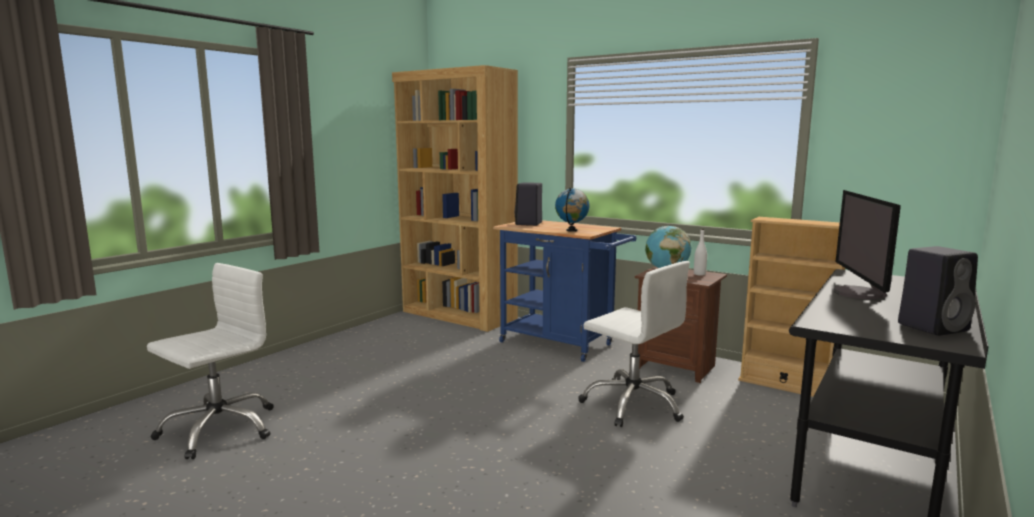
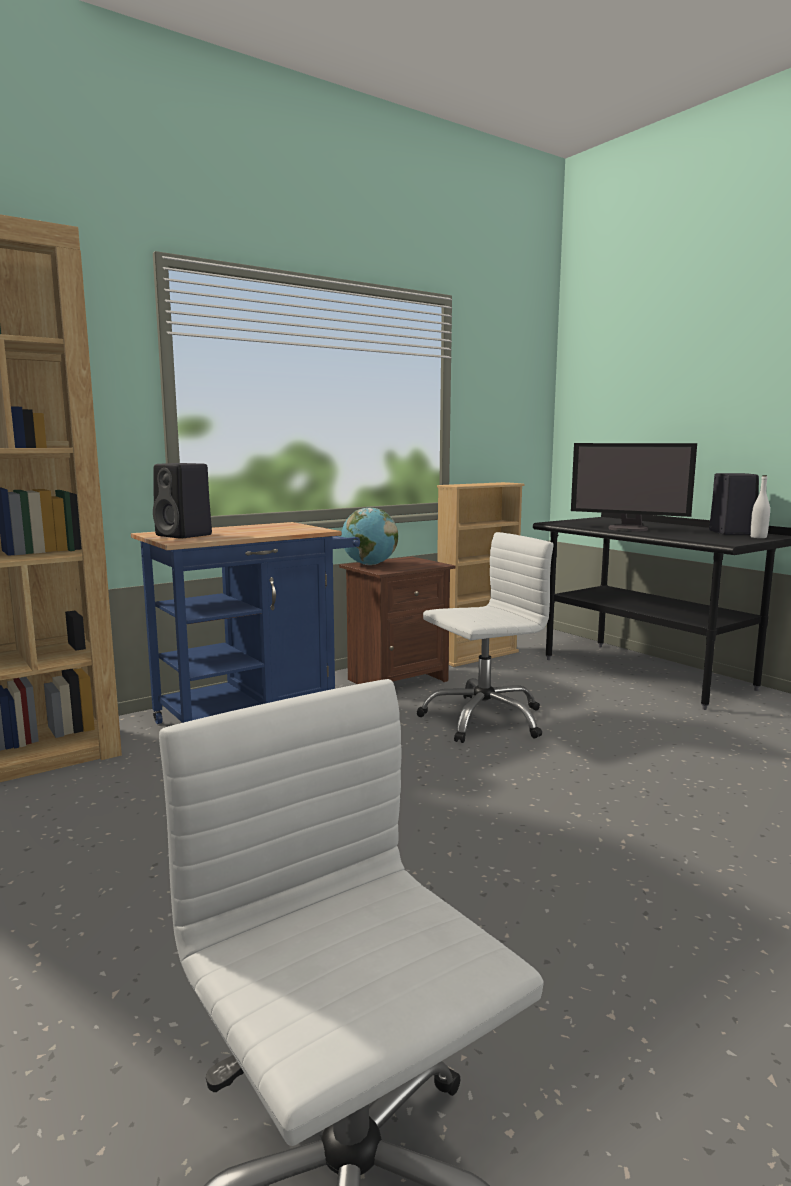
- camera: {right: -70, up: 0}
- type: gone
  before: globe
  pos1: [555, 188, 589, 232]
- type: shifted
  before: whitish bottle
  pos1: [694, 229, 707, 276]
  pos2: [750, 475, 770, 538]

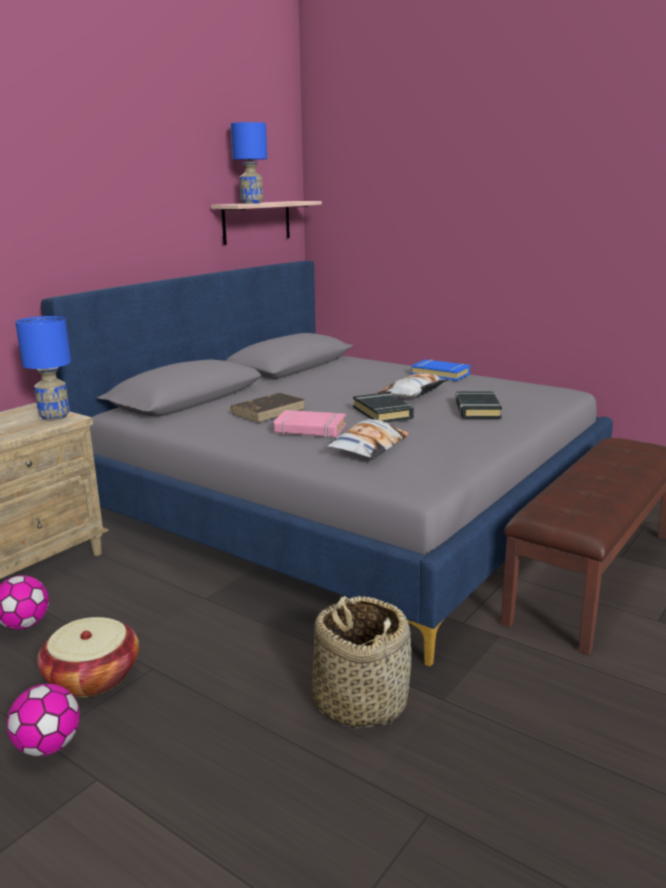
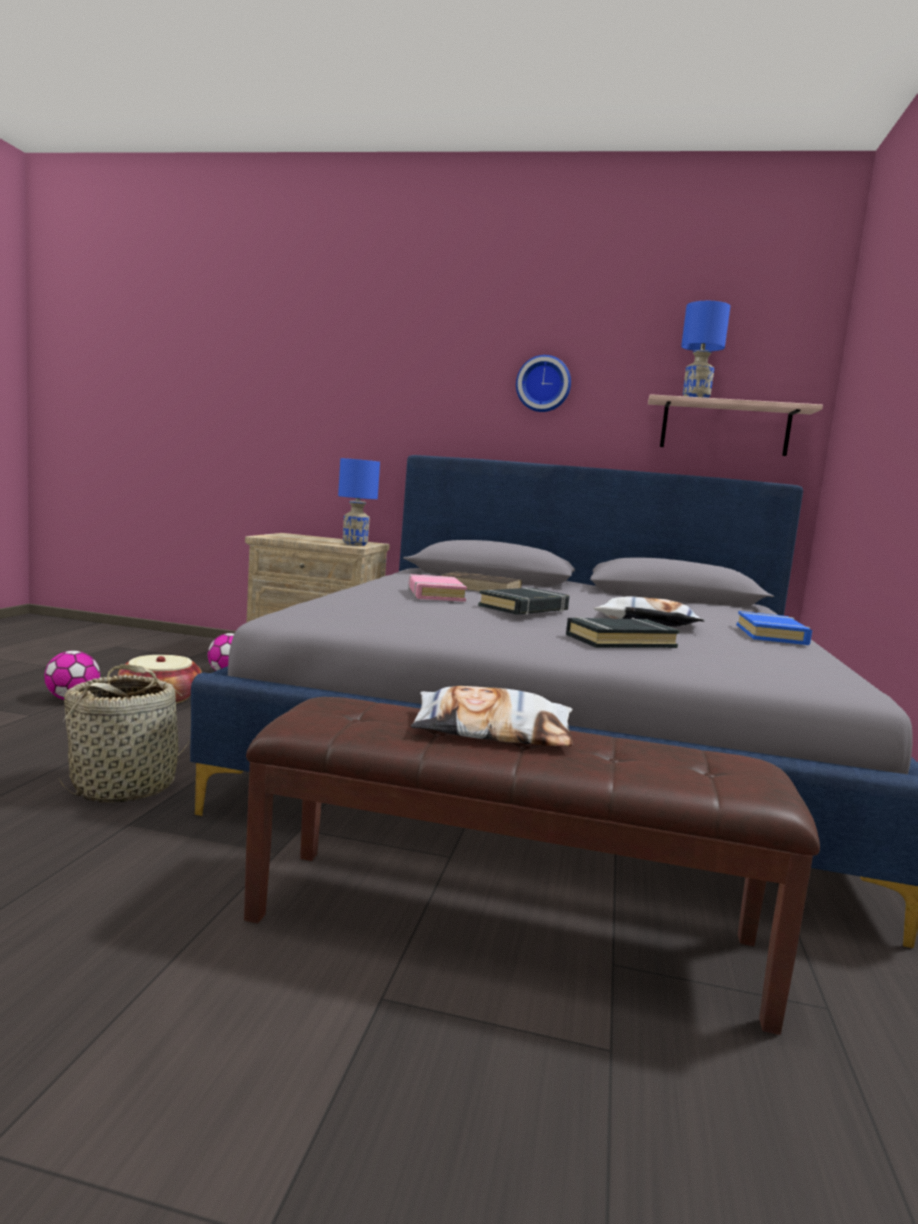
- camera: {right: 65, up: -10}
- type: new
  after: clock on the wall
  pos2: [516, 355, 571, 412]
- type: shifted
  before: pillow
  pos1: [327, 419, 410, 459]
  pos2: [411, 686, 574, 746]

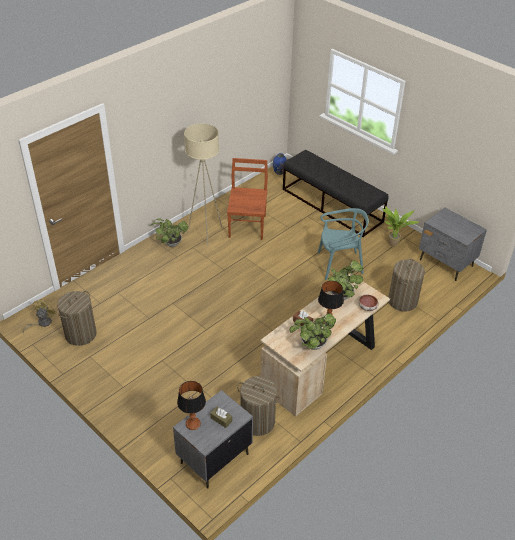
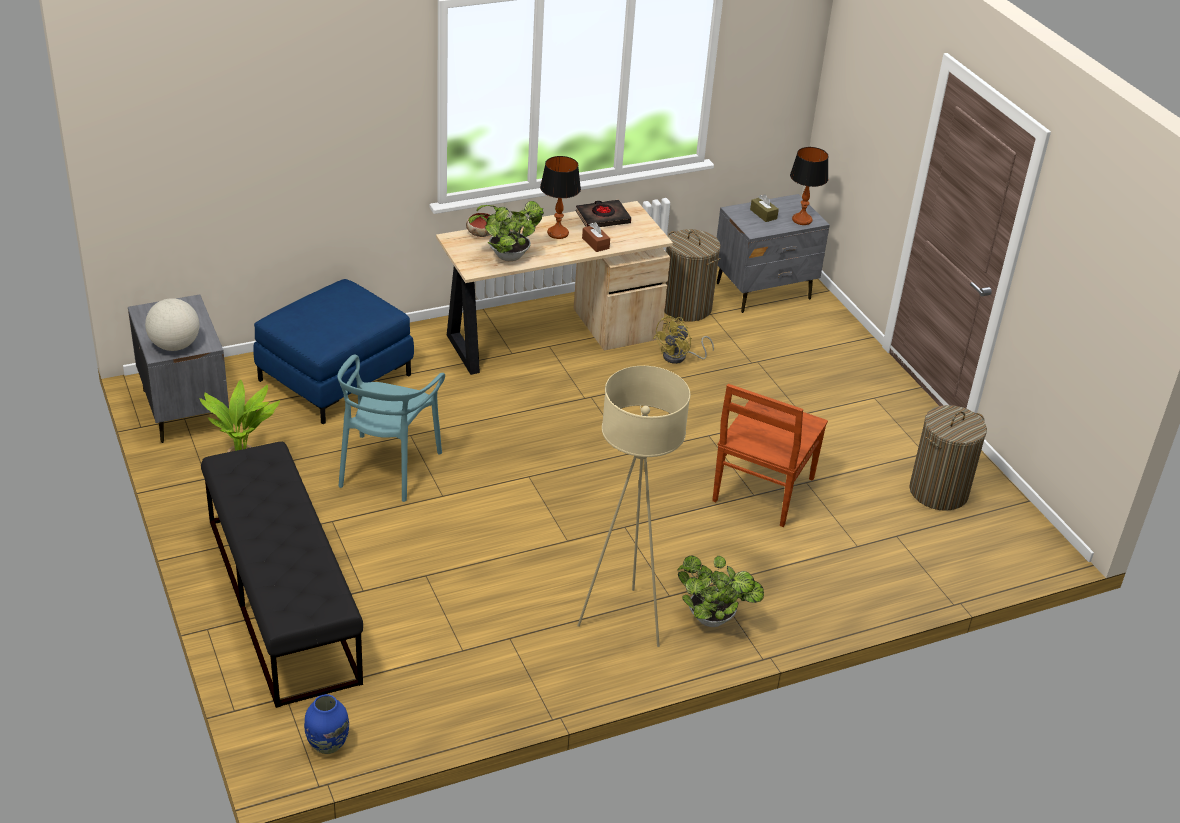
- camera: {right: -160, up: -5}
- type: new
  after: globe
  pos2: [145, 298, 199, 351]
- type: shifted
  before: yellow electric fan
  pos1: [23, 299, 57, 334]
  pos2: [653, 316, 714, 364]
- type: shifted
  before: brown-coloured upright chair
  pos1: [227, 158, 268, 240]
  pos2: [712, 384, 828, 527]
- type: swapped
  before: plant in a pot
  after: black book
  pos1: [289, 313, 336, 350]
  pos2: [576, 200, 631, 227]
- type: swapped
  before: laundry basket
  after: bluish footrest
  pos1: [388, 259, 425, 312]
  pos2: [253, 279, 414, 424]
- type: rotated
  before: blue-green upright chair
  pos1: [318, 208, 369, 280]
  pos2: [337, 354, 445, 502]
  turn: -90

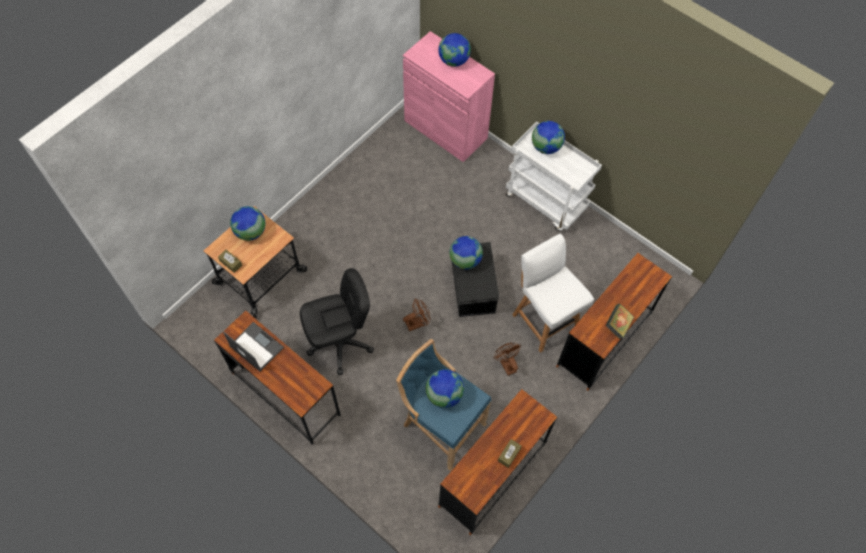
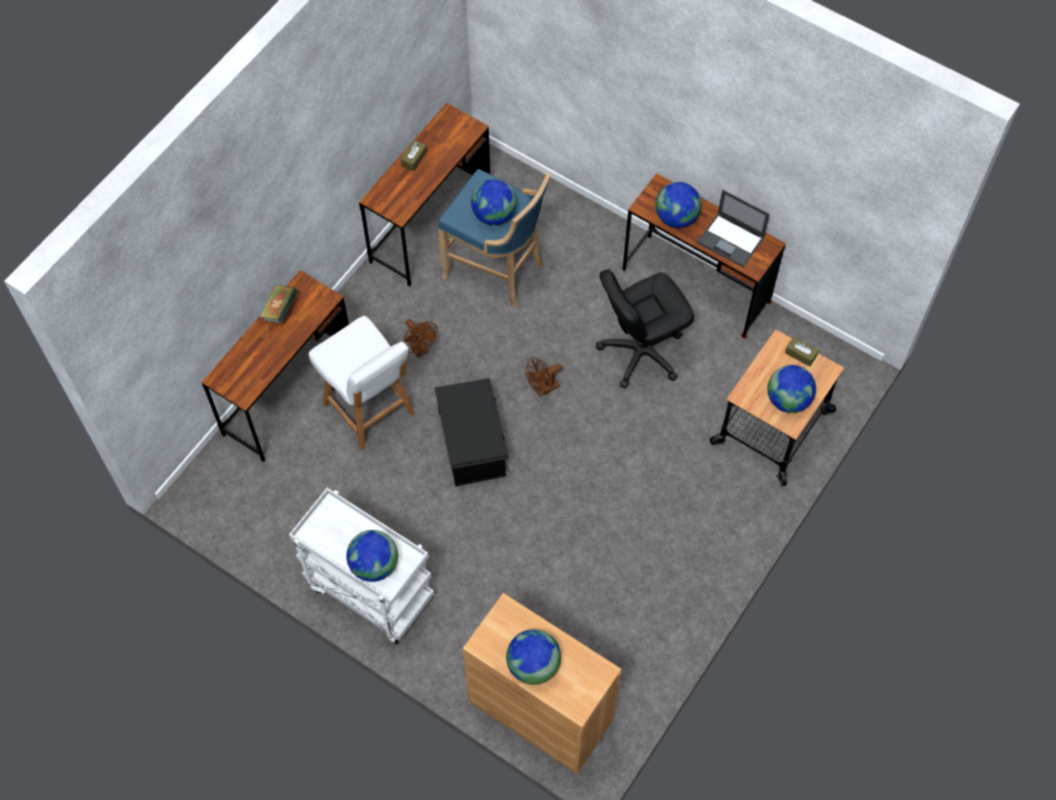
- camera: {right: 175, up: 0}
- type: shifted
  before: globe
  pos1: [449, 236, 483, 269]
  pos2: [655, 182, 702, 228]
- type: repainted
  before: pink-coloured cabinet
  after: brown-coloured cabinet
  pos1: [403, 31, 495, 162]
  pos2: [463, 593, 622, 774]

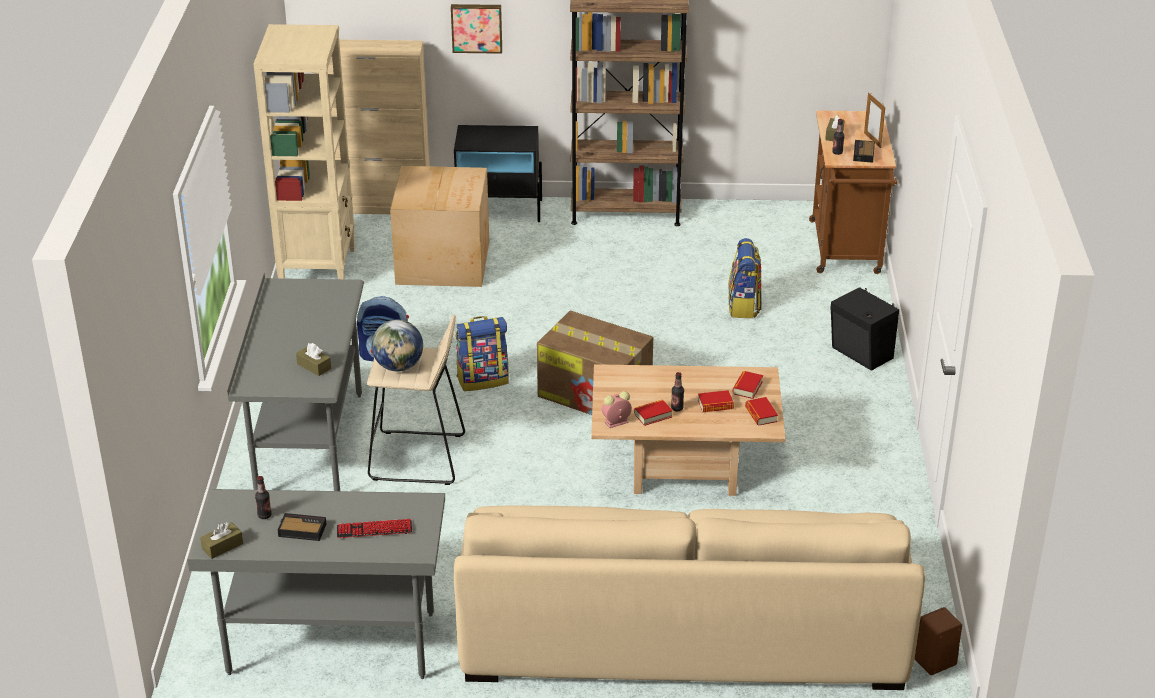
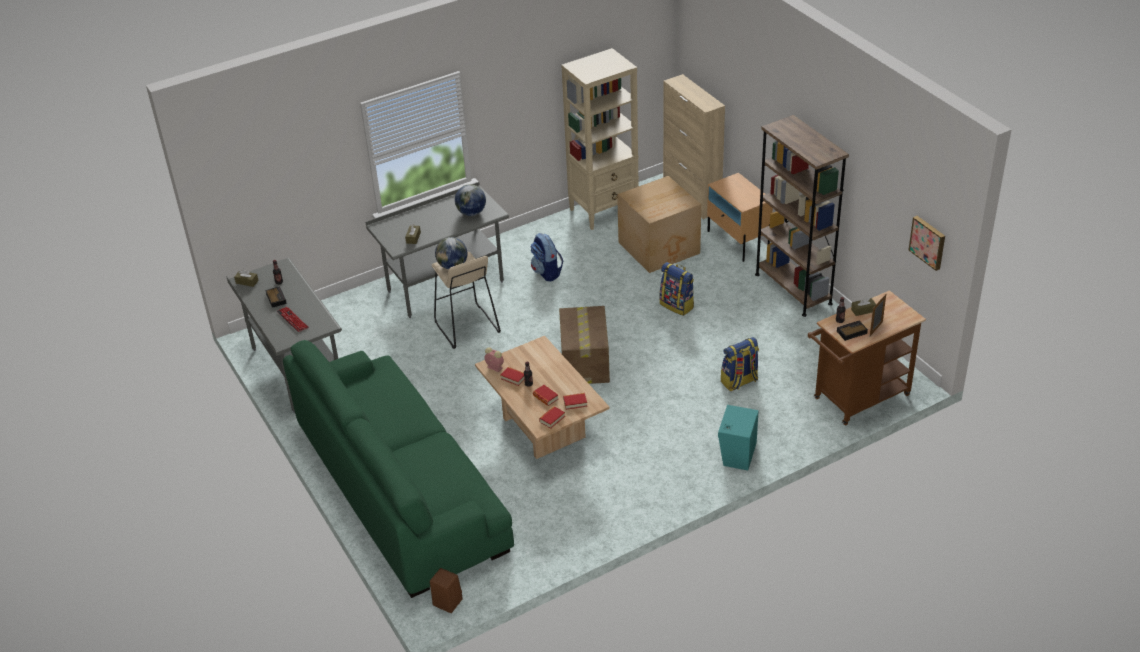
- camera: {right: 60, up: 5}
- type: new
  after: globe
  pos2: [455, 184, 486, 216]
- type: shifted
  before: wall art
  pos1: [451, 4, 502, 54]
  pos2: [909, 216, 945, 271]
- type: shifted
  before: knapsack
  pos1: [456, 316, 509, 391]
  pos2: [660, 262, 694, 316]
- type: repainted
  before: black bedside table
  after: beige bedside table
  pos1: [454, 125, 542, 222]
  pos2: [707, 173, 773, 262]
- type: repainted
  before: beige settee
  after: green settee
  pos1: [454, 505, 925, 690]
  pos2: [283, 340, 514, 598]
- type: repainted
  before: black loudspeaker
  after: blue-green loudspeaker
  pos1: [830, 287, 899, 371]
  pos2: [718, 405, 759, 470]

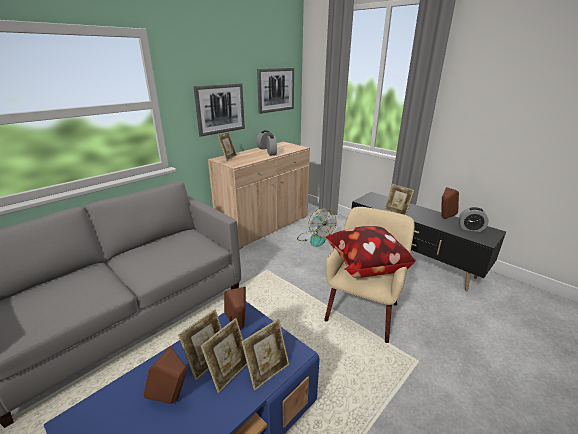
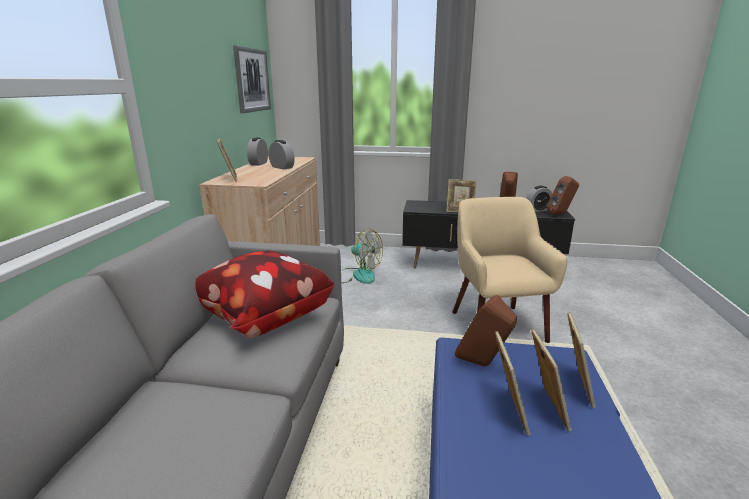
- camera: {right: -35, up: -5}
- type: gone
  before: wall art
  pos1: [194, 83, 245, 137]
- type: shifted
  before: brown-coloured loudspeaker
  pos1: [143, 346, 187, 404]
  pos2: [546, 176, 579, 215]
- type: shifted
  before: pillow
  pos1: [325, 226, 415, 278]
  pos2: [195, 251, 334, 338]

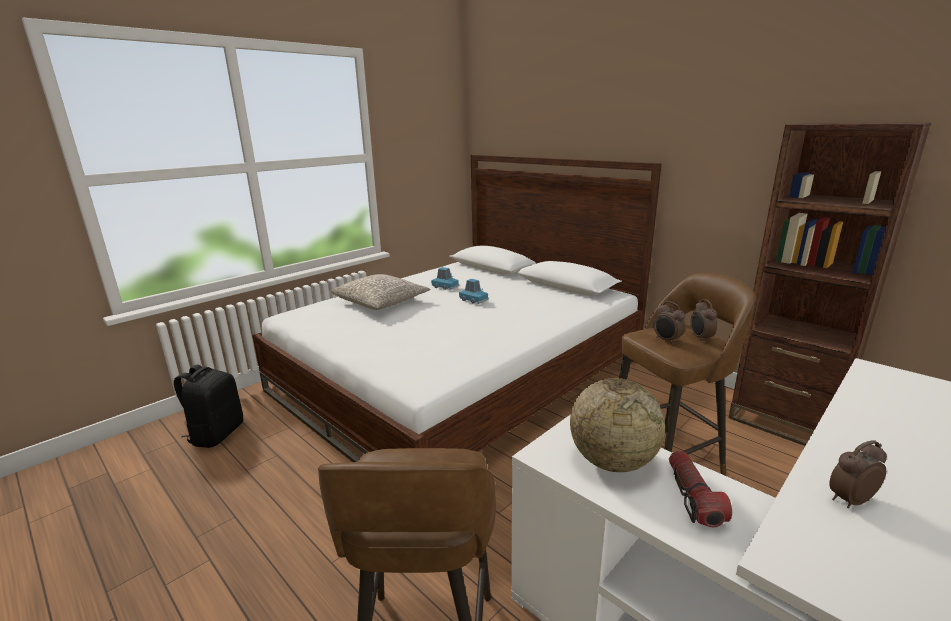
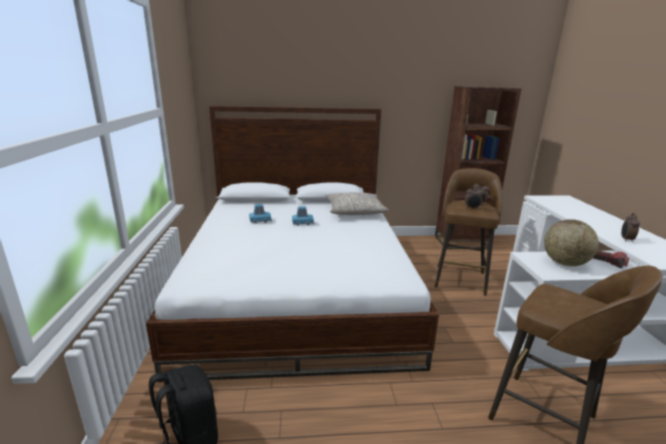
- camera: {right: -50, up: 0}
- type: shifted
  before: grey pillow
  pos1: [331, 274, 430, 310]
  pos2: [325, 192, 389, 215]

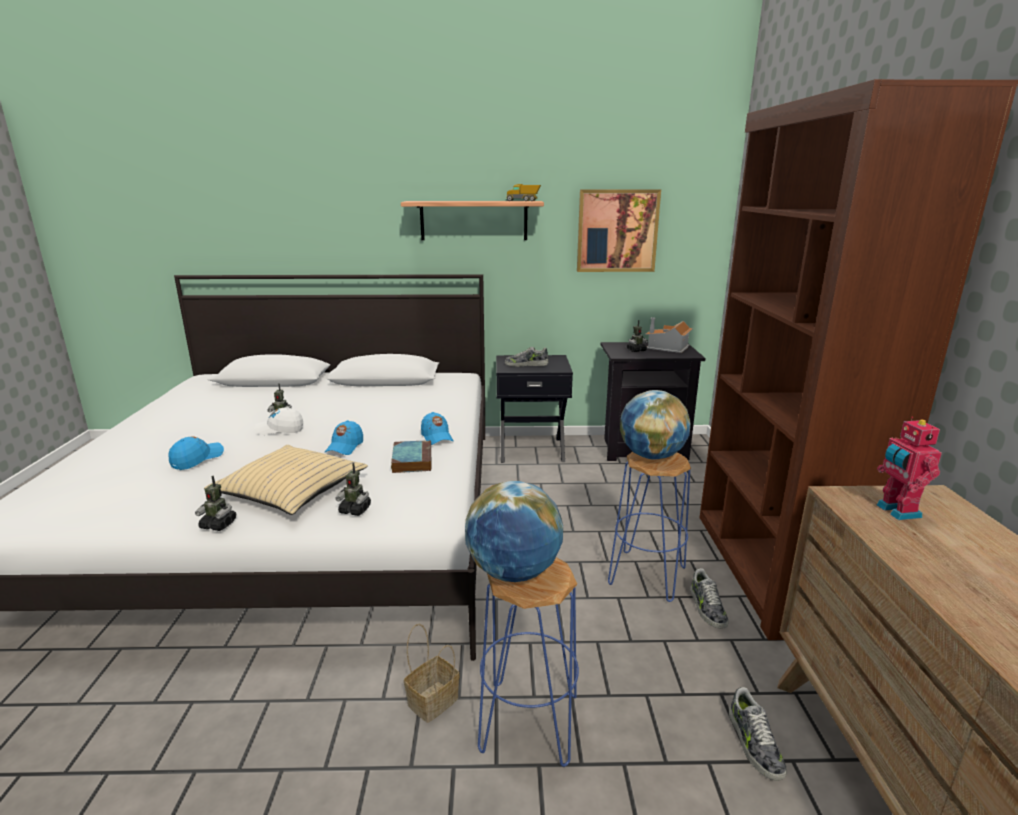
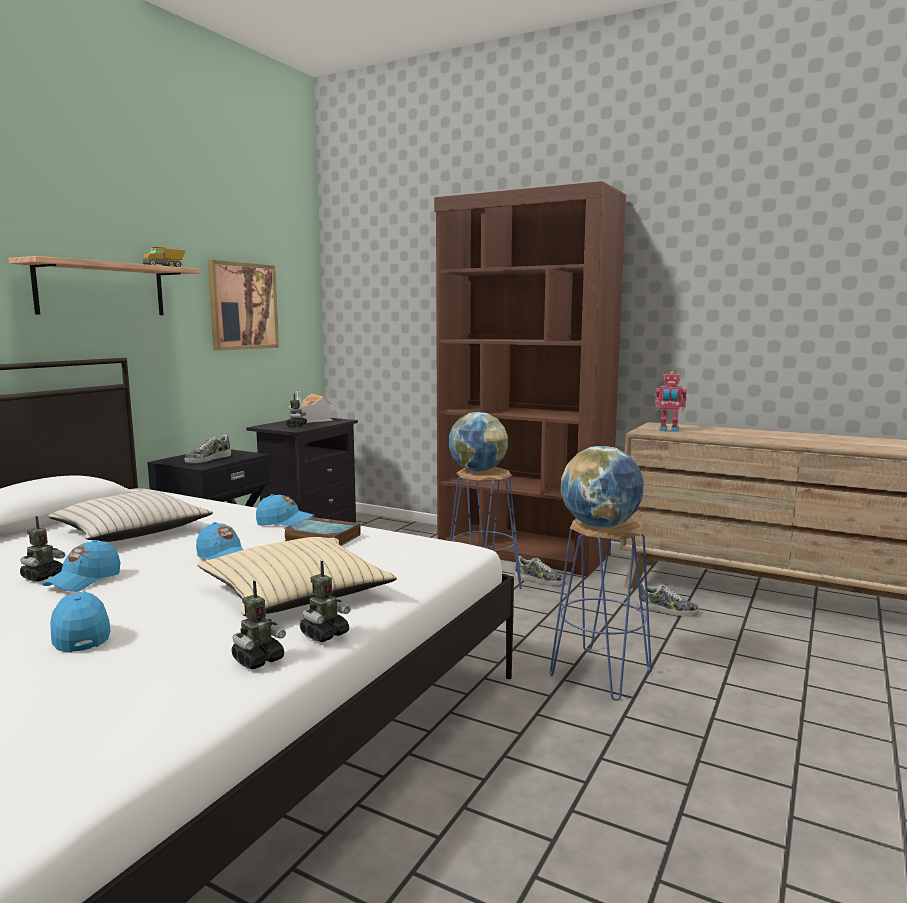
- camera: {right: -60, up: -10}
- type: gone
  before: storage basket
  pos1: [404, 624, 460, 723]
- type: new
  after: beige pillow
  pos2: [48, 490, 213, 542]
- type: shifted
  before: model robot
  pos1: [336, 463, 371, 516]
  pos2: [232, 580, 286, 669]
- type: repainted
  before: whitish baseball cap
  after: bluish baseball cap
  pos1: [255, 408, 303, 435]
  pos2: [42, 540, 120, 592]

